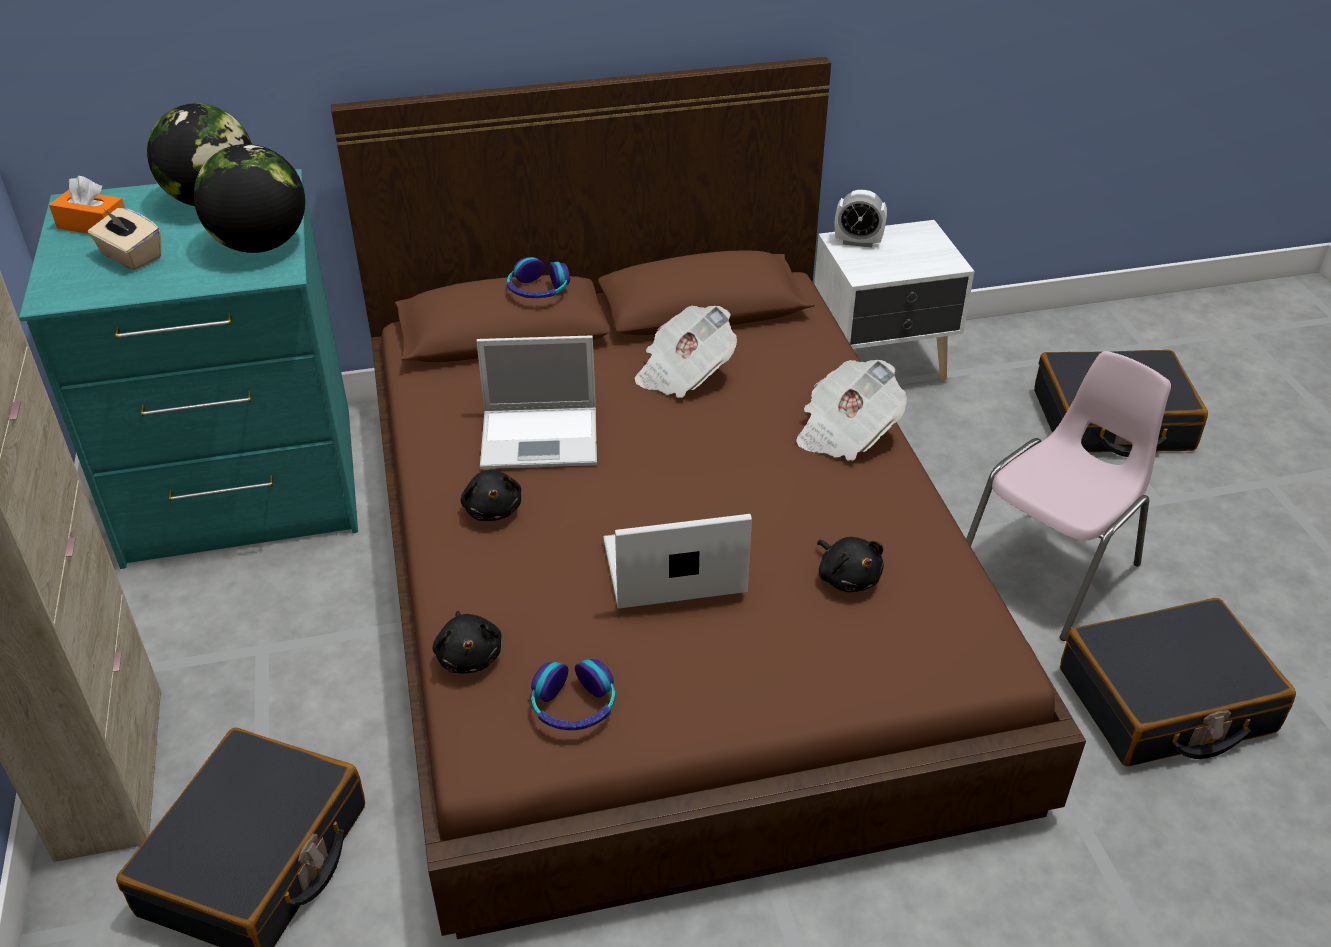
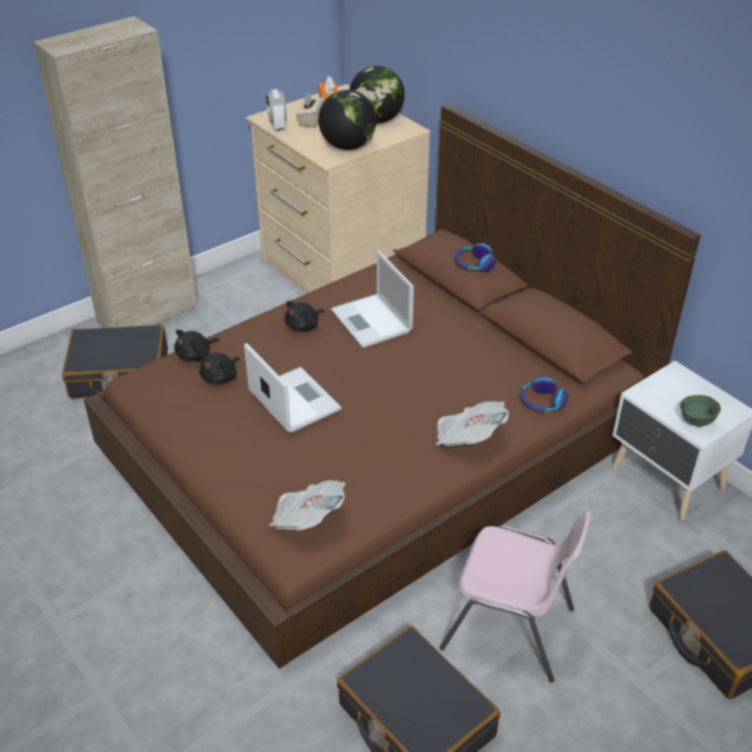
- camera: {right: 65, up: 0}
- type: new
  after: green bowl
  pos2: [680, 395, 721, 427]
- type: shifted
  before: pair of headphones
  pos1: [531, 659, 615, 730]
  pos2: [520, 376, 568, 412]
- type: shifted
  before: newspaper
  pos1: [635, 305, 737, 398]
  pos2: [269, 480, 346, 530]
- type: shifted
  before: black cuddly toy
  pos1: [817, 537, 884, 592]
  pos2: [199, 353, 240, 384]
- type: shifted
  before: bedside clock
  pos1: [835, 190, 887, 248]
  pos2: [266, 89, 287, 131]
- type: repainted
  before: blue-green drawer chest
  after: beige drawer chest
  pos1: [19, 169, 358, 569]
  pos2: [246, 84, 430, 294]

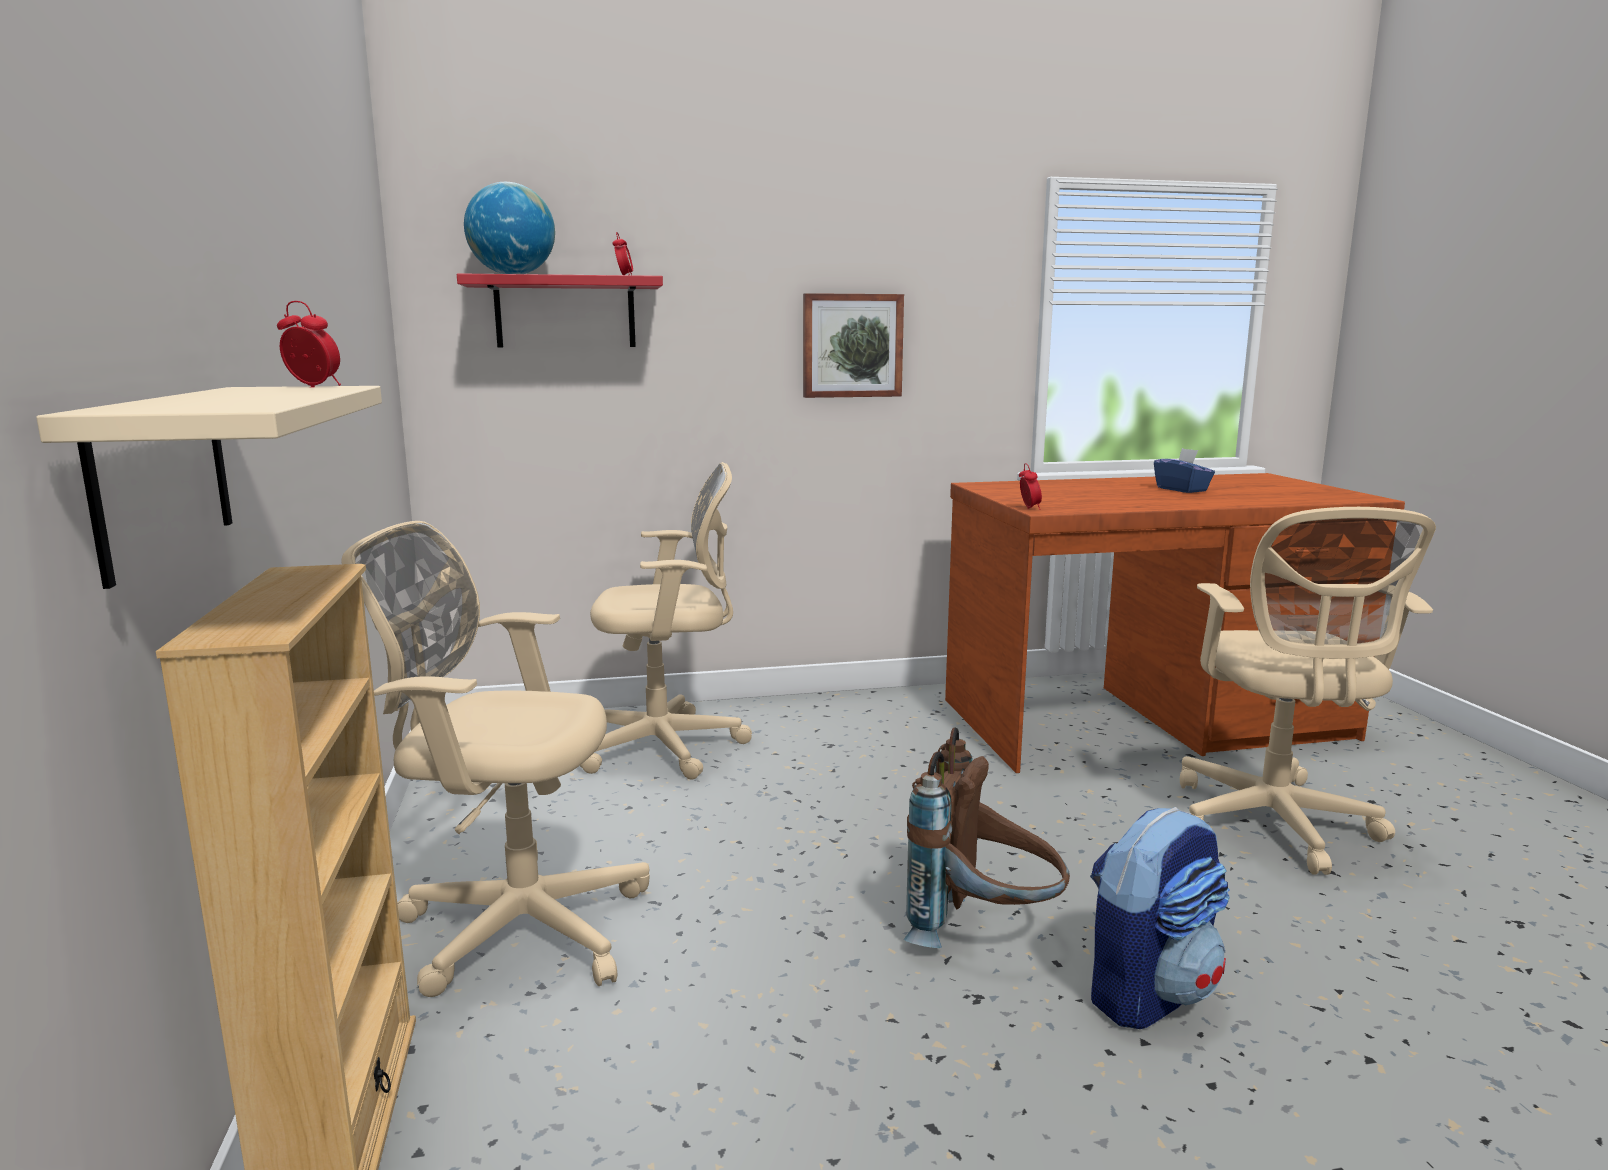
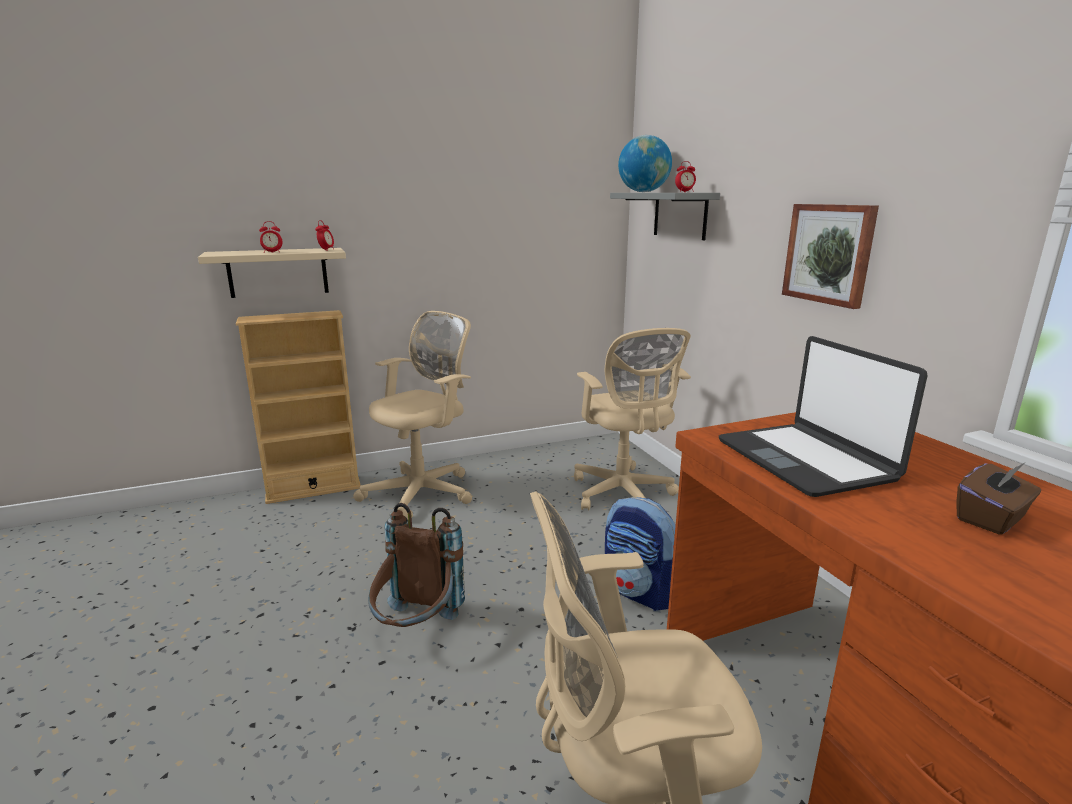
- camera: {right: 80, up: 5}
- type: new
  after: laptop
  pos2: [719, 336, 927, 497]
- type: shifted
  before: bedside clock
  pos1: [1019, 463, 1042, 510]
  pos2: [259, 221, 283, 253]
- type: shifted
  before: knapsack
  pos1: [1090, 807, 1230, 1029]
  pos2: [605, 497, 676, 611]
- type: repainted
  before: red wall shelf
  after: grey wall shelf
  pos1: [457, 273, 663, 347]
  pos2: [610, 193, 720, 240]
- type: repainted
  before: bluish box of tissues
  after: brown-coloured box of tissues
  pos1: [1154, 448, 1215, 493]
  pos2: [956, 463, 1041, 535]
- type: rotated
  before: beige desk chair
  pos1: [342, 521, 649, 997]
  pos2: [353, 311, 472, 519]
  turn: 45

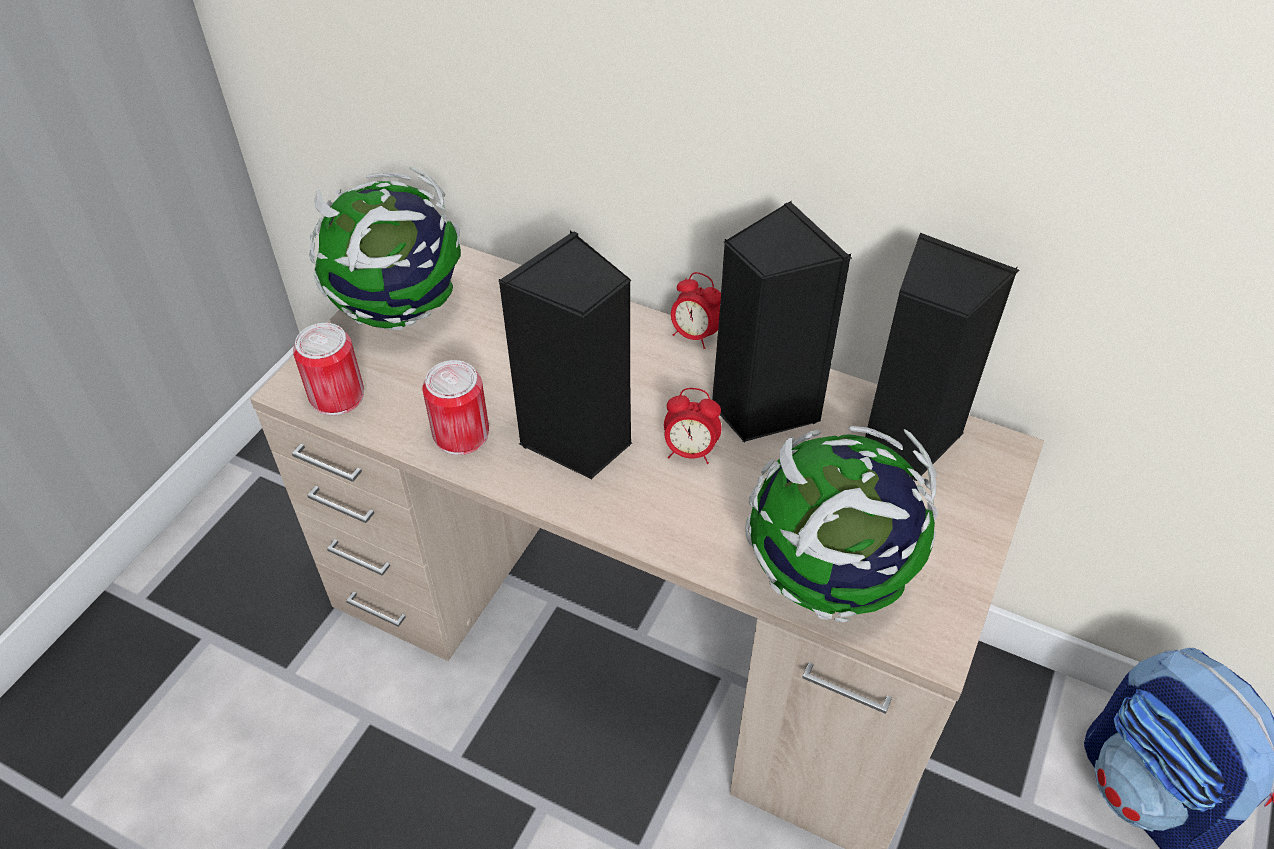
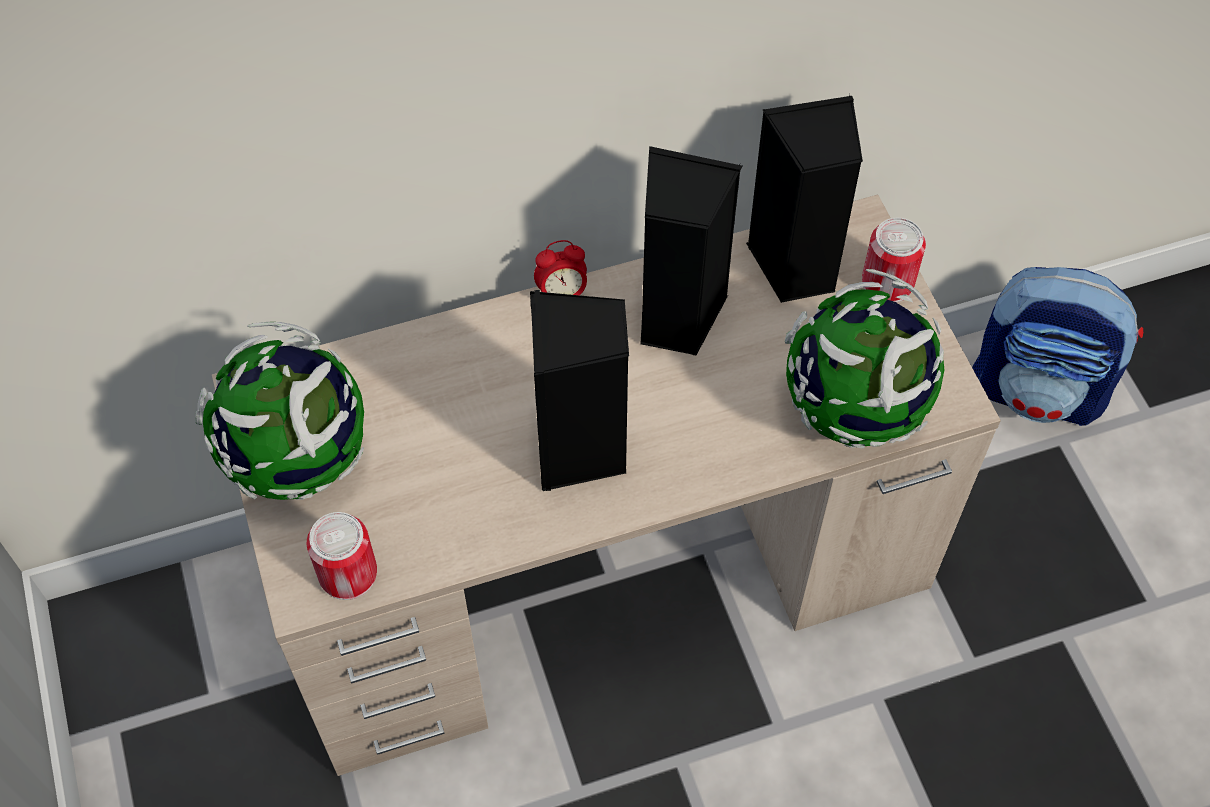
- camera: {right: -45, up: 10}
- type: gone
  before: bedside clock
  pos1: [664, 388, 722, 464]
- type: shifted
  before: can
  pos1: [422, 360, 489, 455]
  pos2: [862, 218, 926, 303]

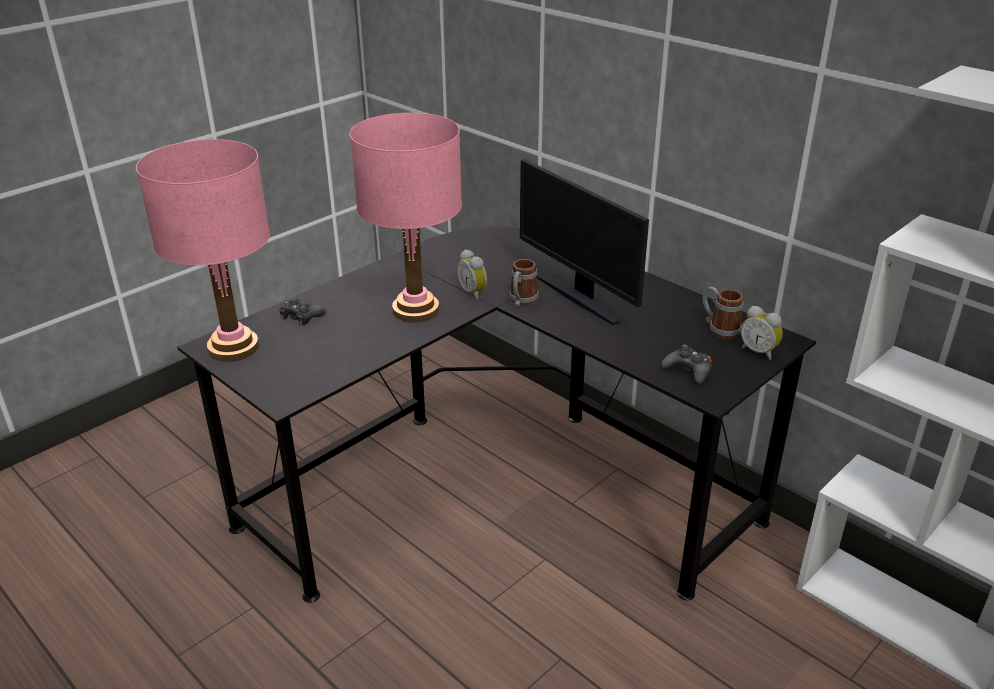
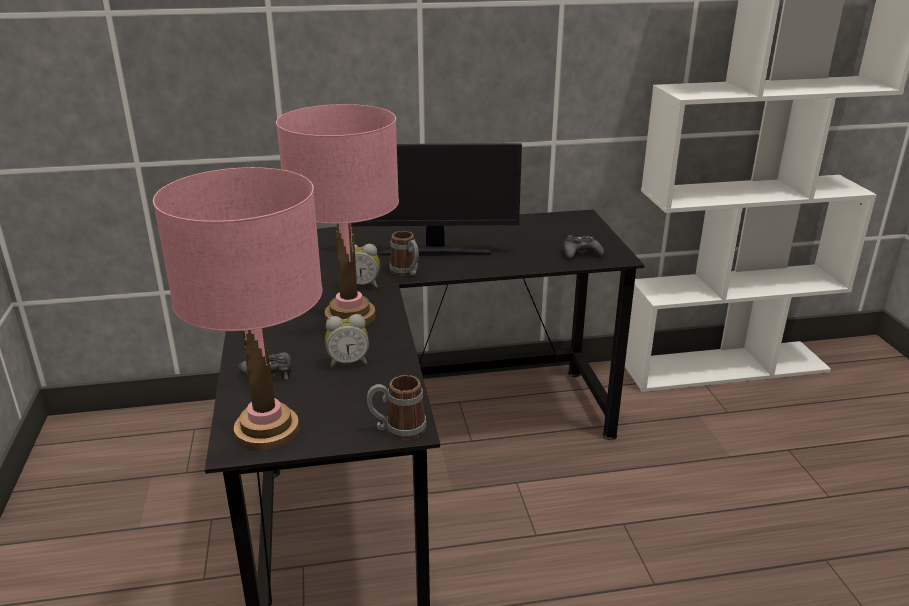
- camera: {right: -55, up: -5}
- type: shifted
  before: coffee mug
  pos1: [703, 287, 743, 339]
  pos2: [367, 375, 426, 439]
- type: shifted
  before: bedside clock
  pos1: [741, 306, 783, 360]
  pos2: [325, 314, 369, 368]

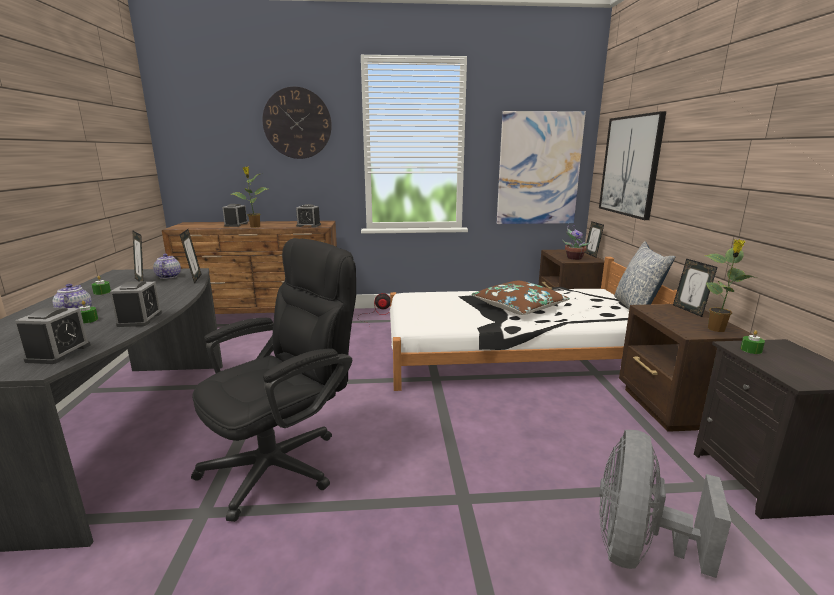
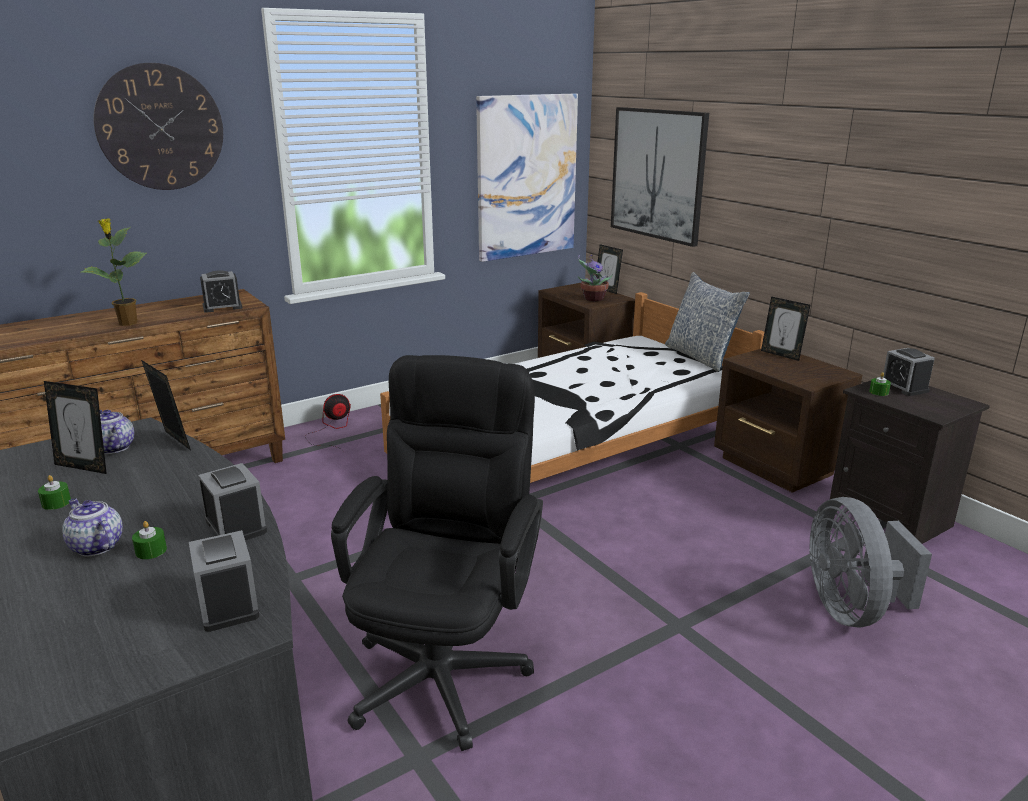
- camera: {right: -30, up: 5}
- type: gone
  before: brown-coloured pillow
  pos1: [471, 281, 570, 315]
- type: gone
  before: plant in a pot
  pos1: [705, 239, 757, 332]
- type: shifted
  before: bedside clock
  pos1: [222, 204, 248, 227]
  pos2: [883, 348, 935, 396]

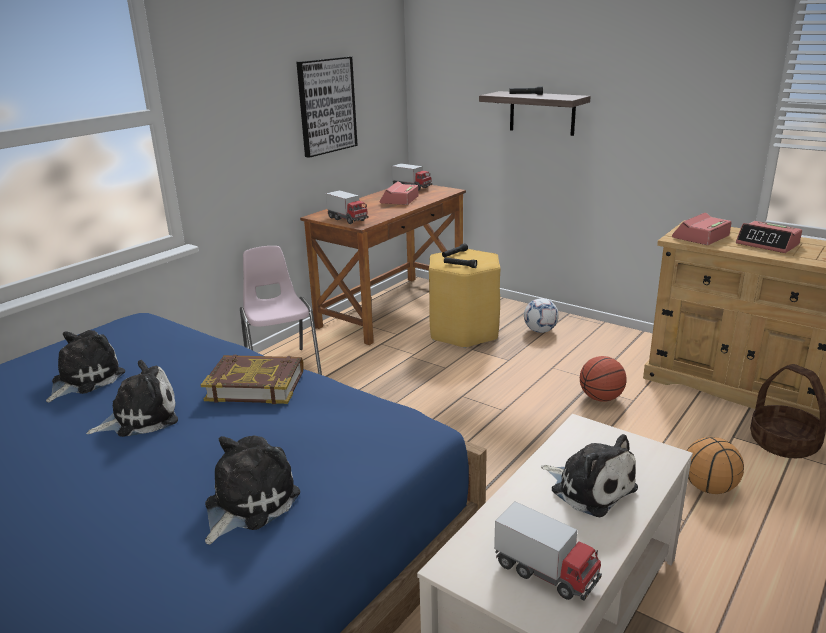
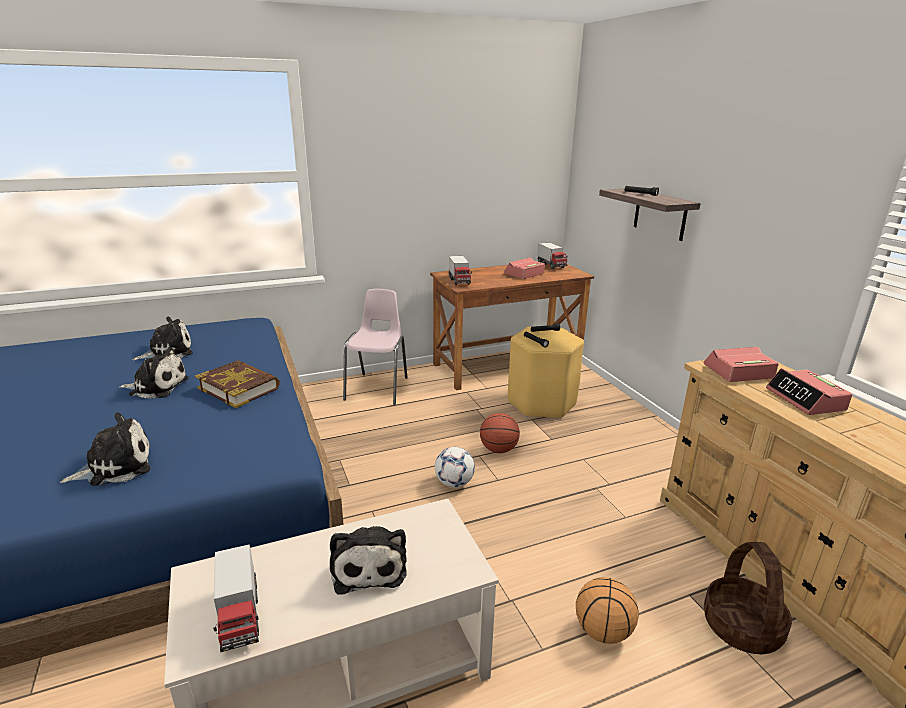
- camera: {right: 30, up: 0}
- type: gone
  before: wall art
  pos1: [296, 56, 358, 158]
- type: shifted
  before: football ball
  pos1: [524, 298, 559, 333]
  pos2: [435, 447, 475, 488]
- type: shifted
  before: basketball
  pos1: [580, 356, 627, 401]
  pos2: [480, 413, 520, 453]

